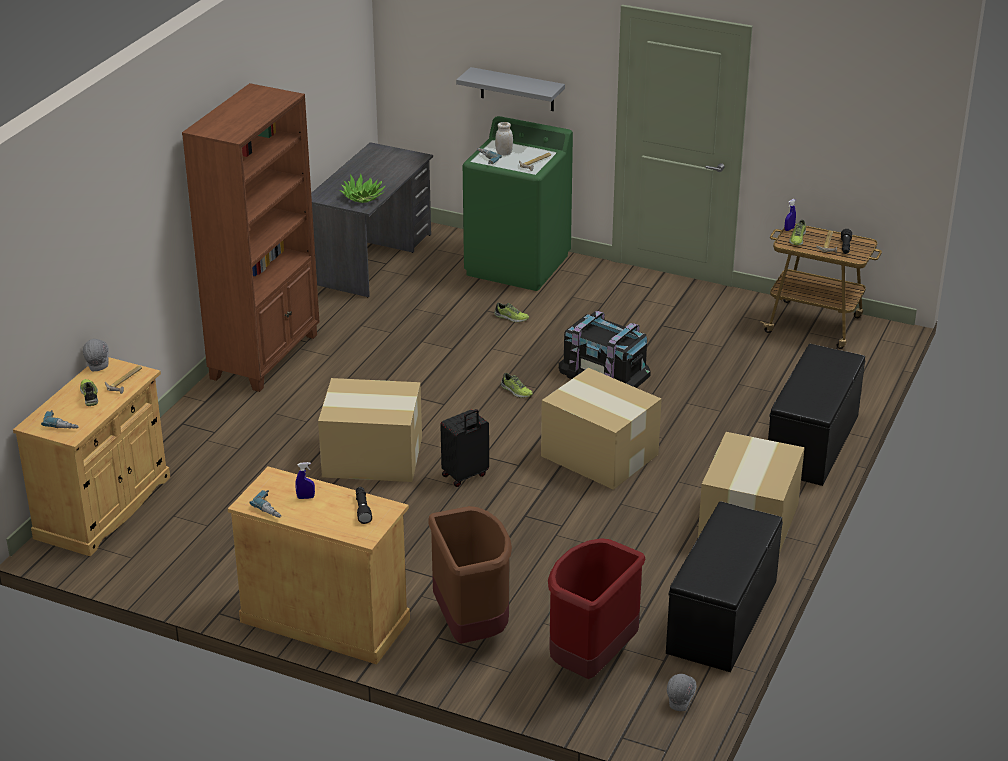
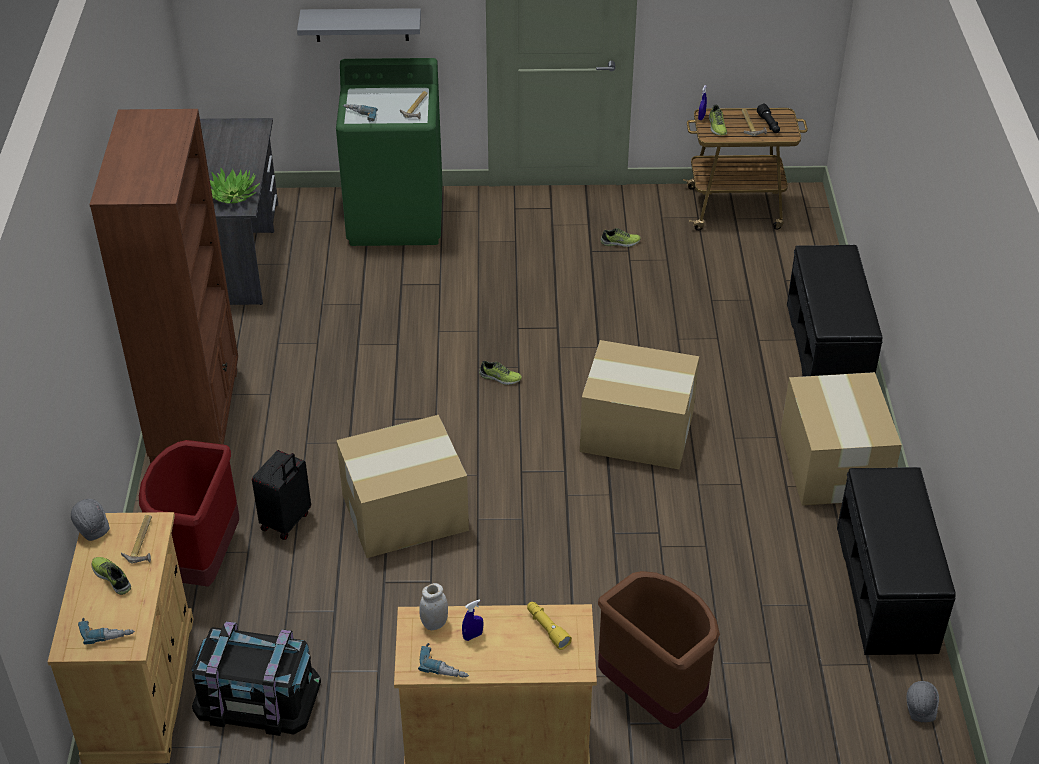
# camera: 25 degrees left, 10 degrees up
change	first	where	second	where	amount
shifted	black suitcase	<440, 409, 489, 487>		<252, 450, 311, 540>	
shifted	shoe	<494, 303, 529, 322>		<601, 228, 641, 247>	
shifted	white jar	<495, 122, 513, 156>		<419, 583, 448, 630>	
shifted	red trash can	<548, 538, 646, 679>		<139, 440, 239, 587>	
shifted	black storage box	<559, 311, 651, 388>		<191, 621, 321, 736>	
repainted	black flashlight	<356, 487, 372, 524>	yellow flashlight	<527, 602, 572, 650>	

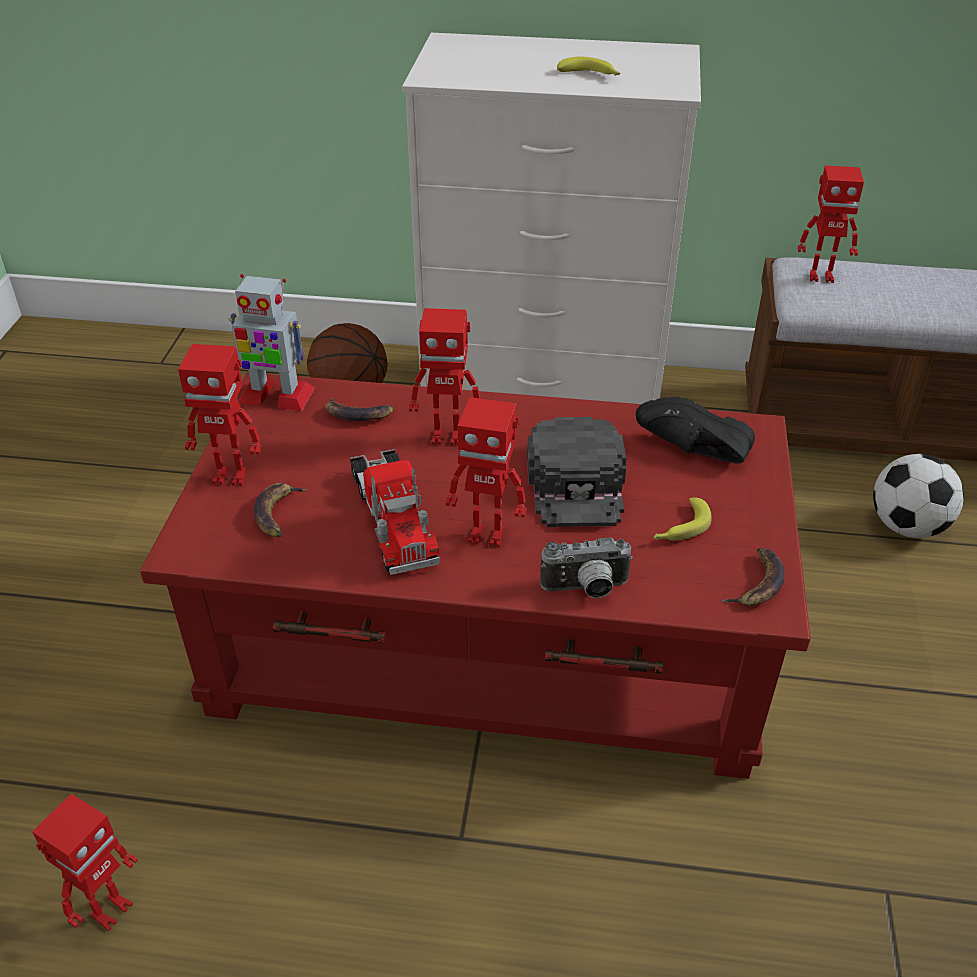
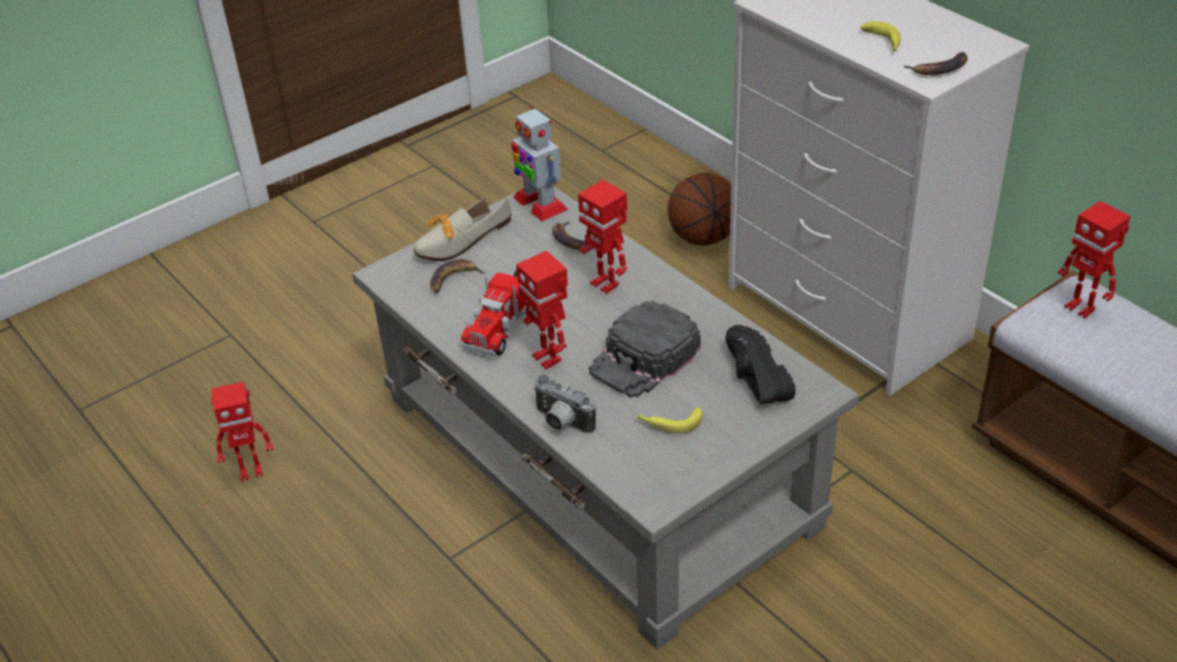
# camera: 45 degrees right, 0 degrees up
change	first	where	second	where	amount
gone	football	<873, 454, 964, 538>			
shifted	banana	<721, 548, 785, 606>		<903, 52, 968, 75>	
swapped	toy robot	<178, 344, 262, 486>	shoe	<413, 197, 512, 261>	
repainted	red coffee table	<140, 372, 811, 779>	grey coffee table	<352, 187, 859, 650>	

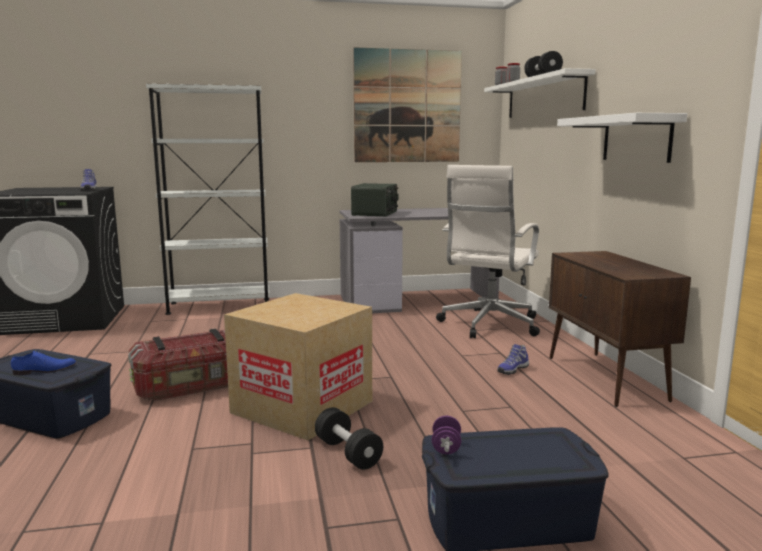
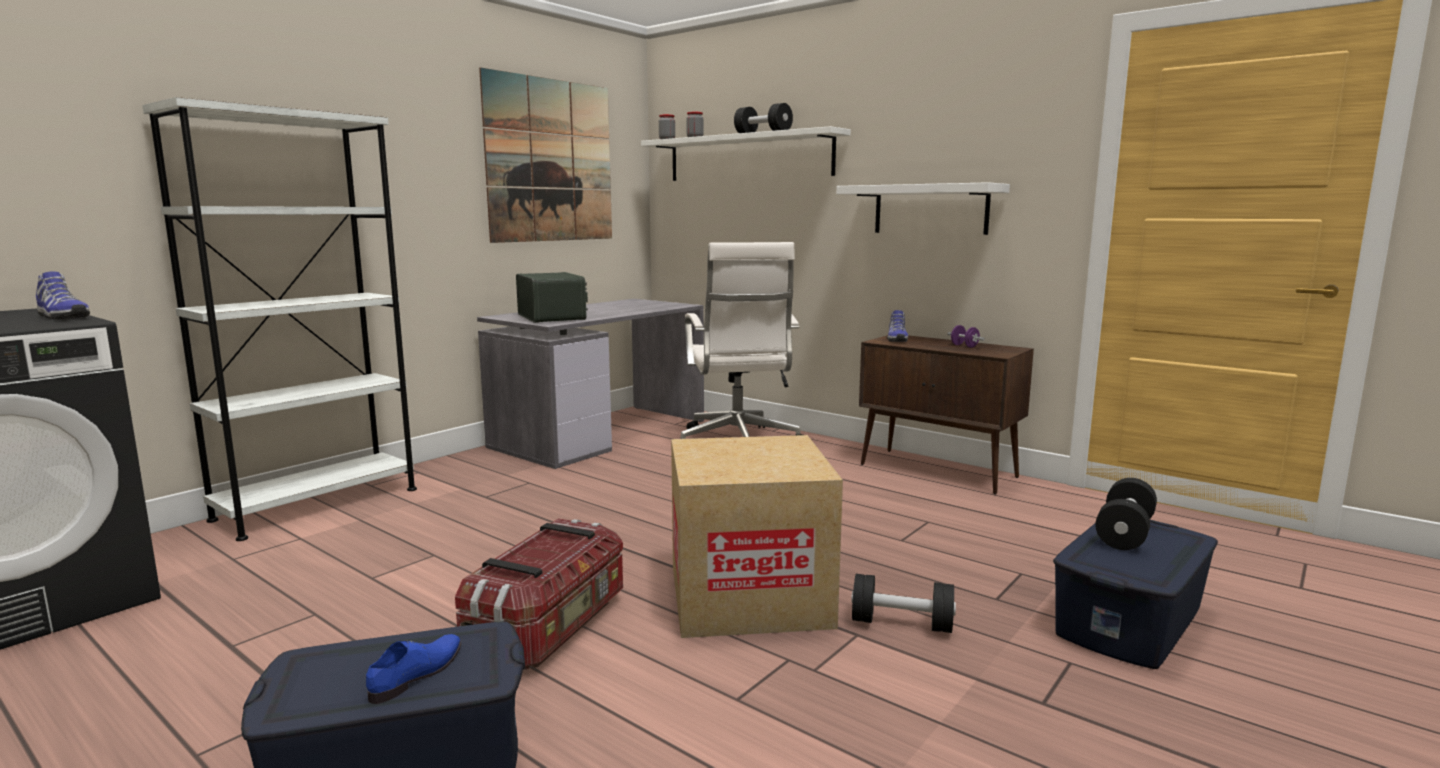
# camera: 40 degrees left, 0 degrees up
change	first	where	second	where	amount
new			black dumbbell	<1095, 478, 1157, 550>	
shifted	purple dumbbell	<432, 416, 461, 454>		<947, 325, 985, 348>	
shifted	shoe	<497, 344, 529, 375>		<887, 310, 908, 342>	

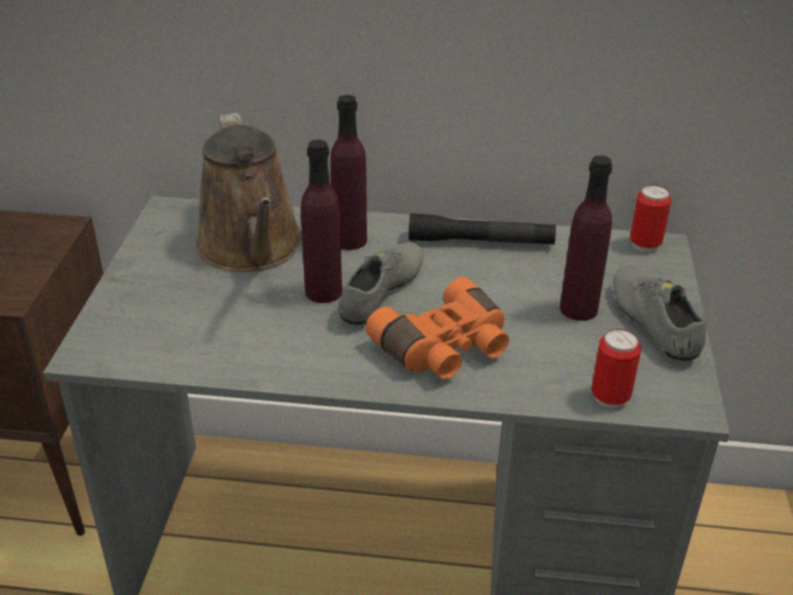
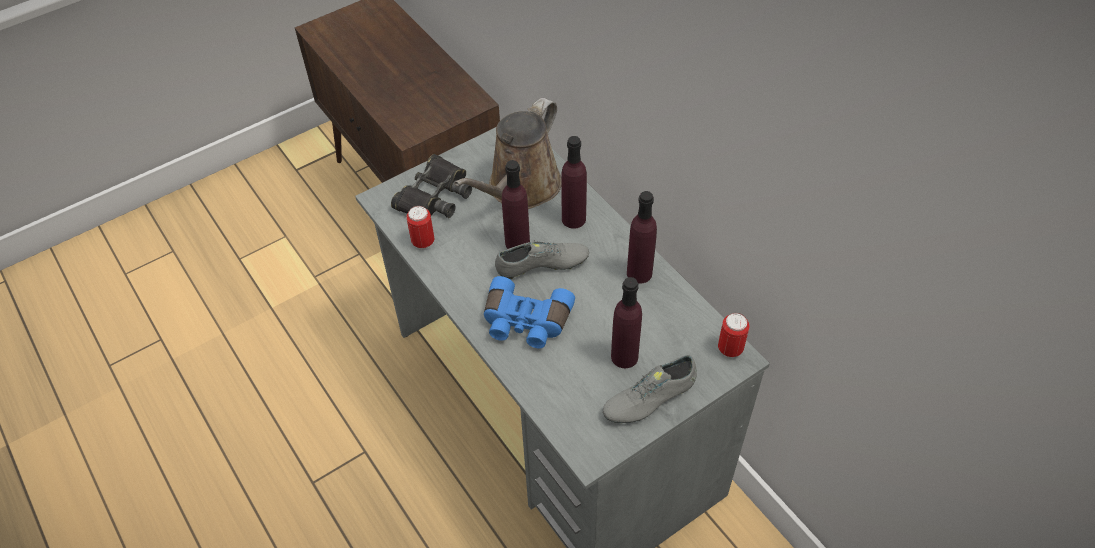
# camera: 50 degrees right, 15 degrees up
change	first	where	second	where	amount
new			black binoculars	<391, 154, 472, 218>	
shifted	can	<591, 329, 641, 408>		<406, 206, 435, 249>	
swapped	black flashlight	<409, 213, 556, 245>	purple bottle	<627, 191, 657, 284>	
repainted	orange binoculars	<365, 277, 509, 379>	blue binoculars	<484, 276, 575, 348>	
rotated	grey shoe	<613, 267, 707, 361>		<603, 355, 697, 423>	150 degrees counterclockwise

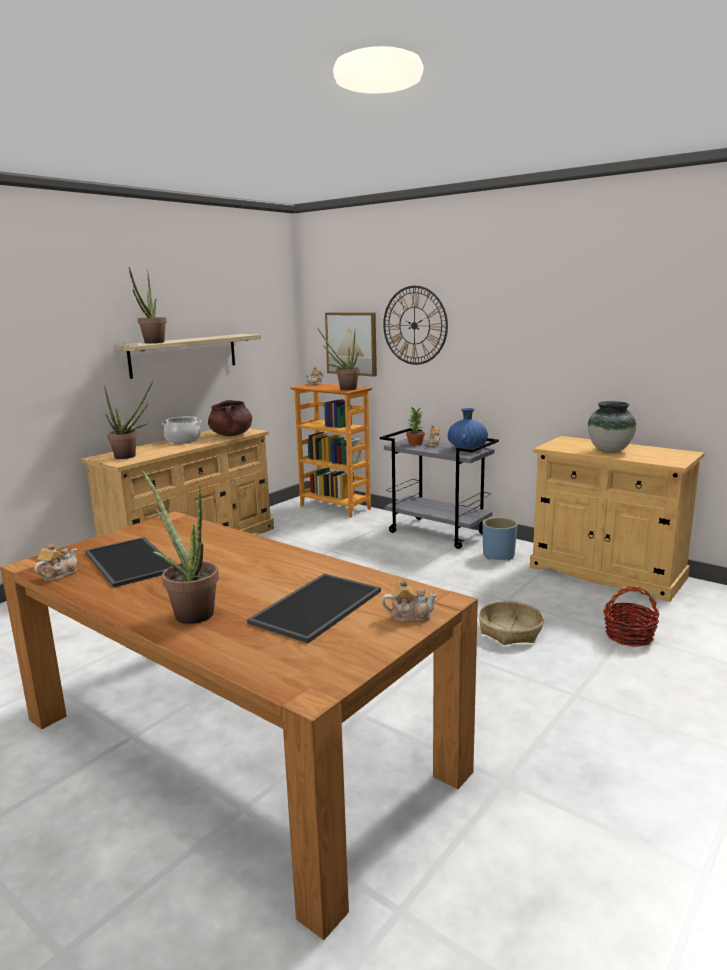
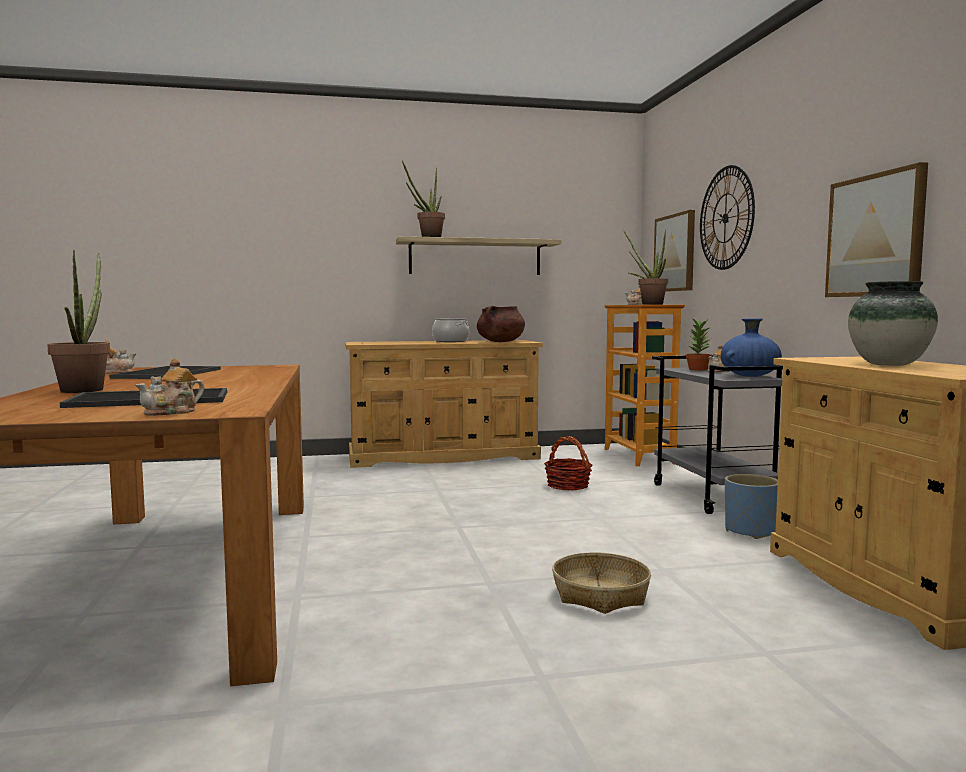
# camera: 40 degrees right, 10 degrees down
change	first	where	second	where	amount
gone	potted plant	<104, 381, 153, 459>			
new			picture	<825, 162, 928, 297>	
shifted	basket	<603, 586, 660, 647>		<544, 436, 593, 490>	
rotated	teapot	<382, 579, 438, 623>		<135, 359, 204, 416>	90 degrees clockwise

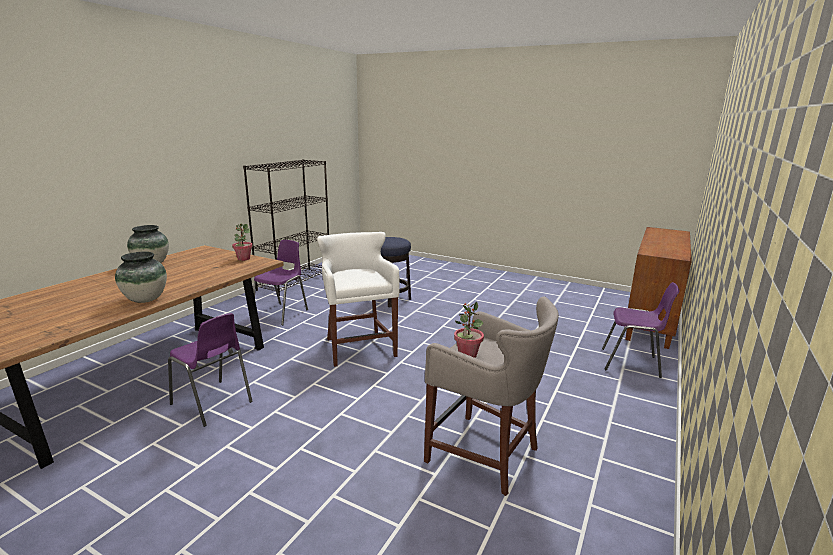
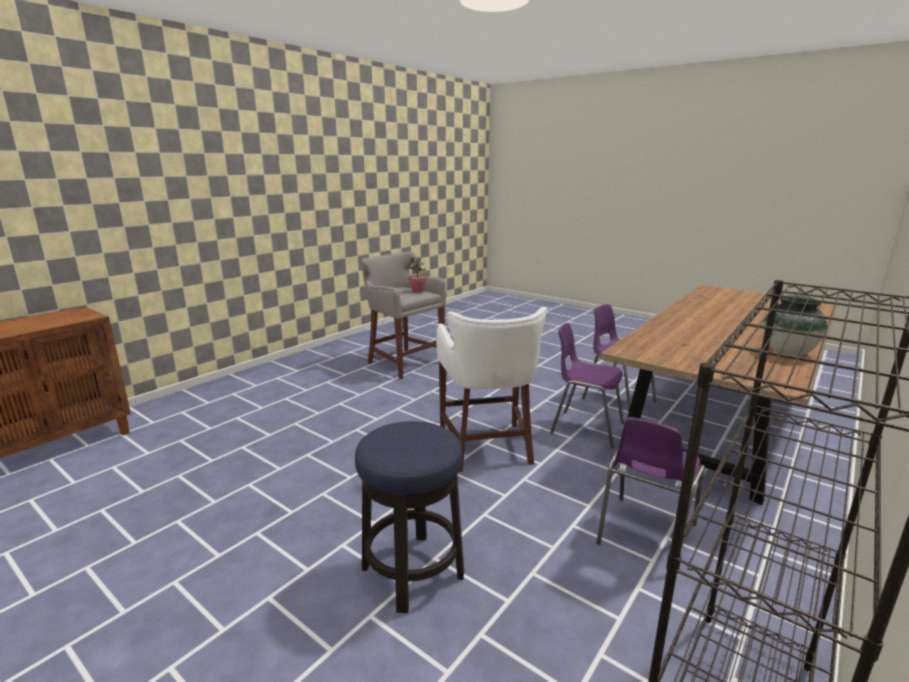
# camera: 170 degrees left, 0 degrees up
change	first	where	second	where	amount
gone	vase	<115, 252, 167, 303>			
gone	potted plant	<232, 223, 253, 261>			
shifted	purple chair	<602, 282, 680, 378>		<550, 323, 624, 448>	

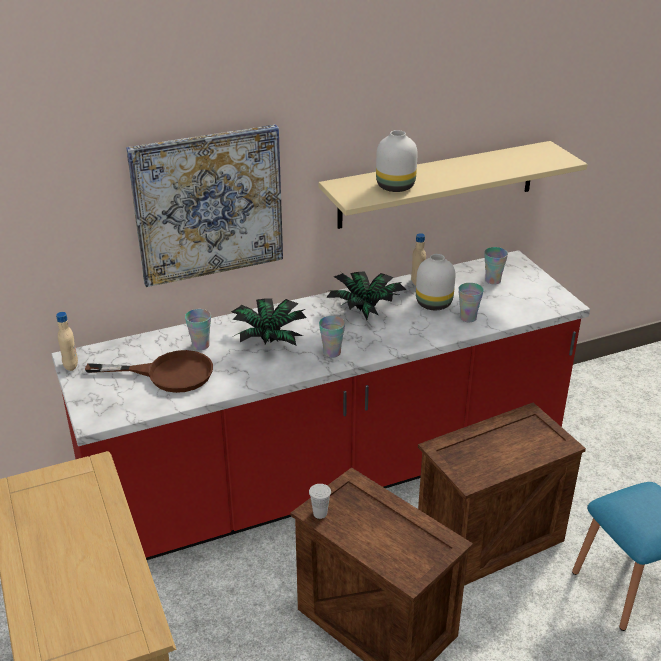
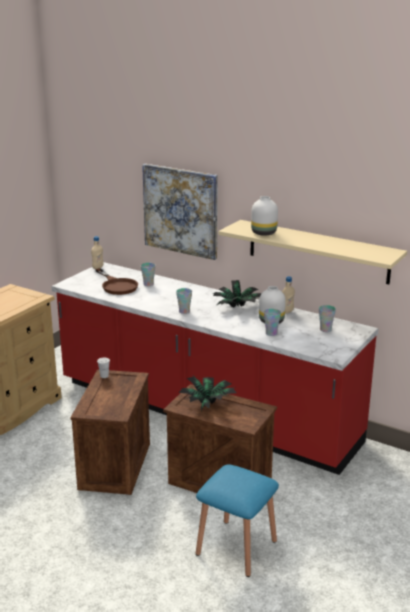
# camera: 55 degrees right, 10 degrees down
change	first	where	second	where	amount
shifted	potted plant	<231, 298, 307, 346>		<179, 376, 236, 411>	

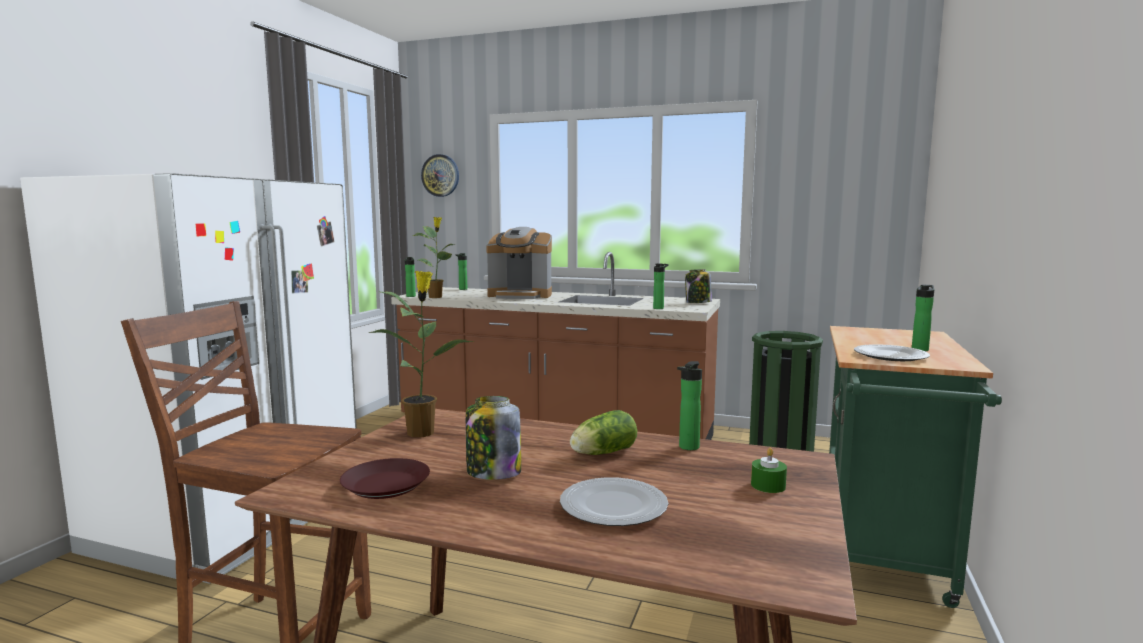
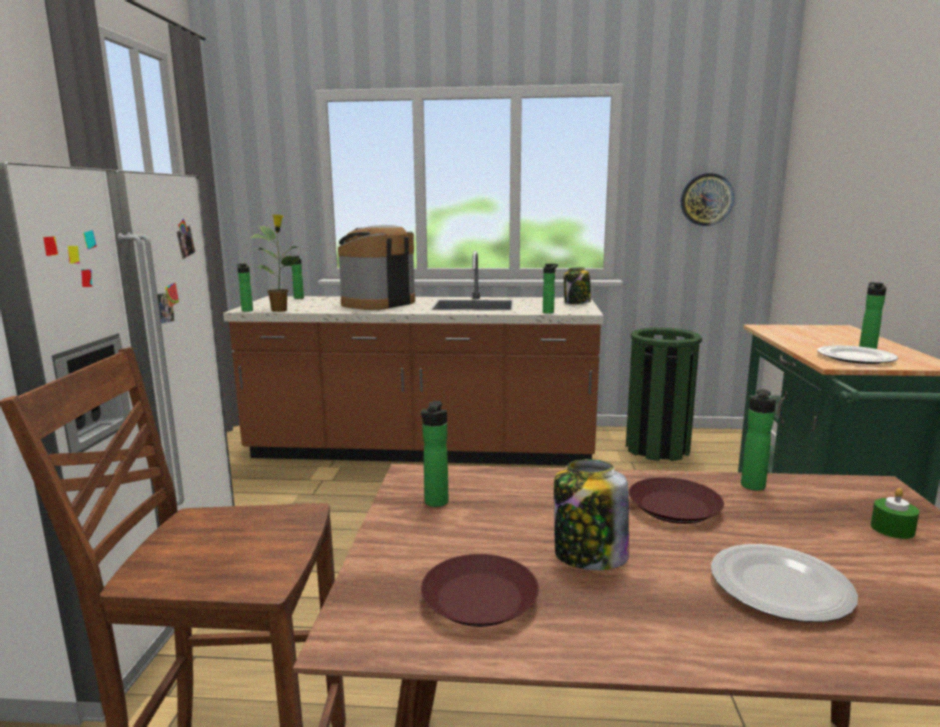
# camera: 15 degrees left, 5 degrees up
change	first	where	second	where	amount
shifted	wall clock	<421, 154, 459, 197>		<681, 173, 734, 226>	
swapped	potted plant	<368, 271, 475, 437>	bottle	<421, 401, 448, 507>	
swapped	lettuce	<570, 410, 637, 455>	brown plate	<629, 477, 724, 524>	
rotated	coffee machine	<486, 227, 552, 299>		<338, 225, 415, 310>	135 degrees clockwise

